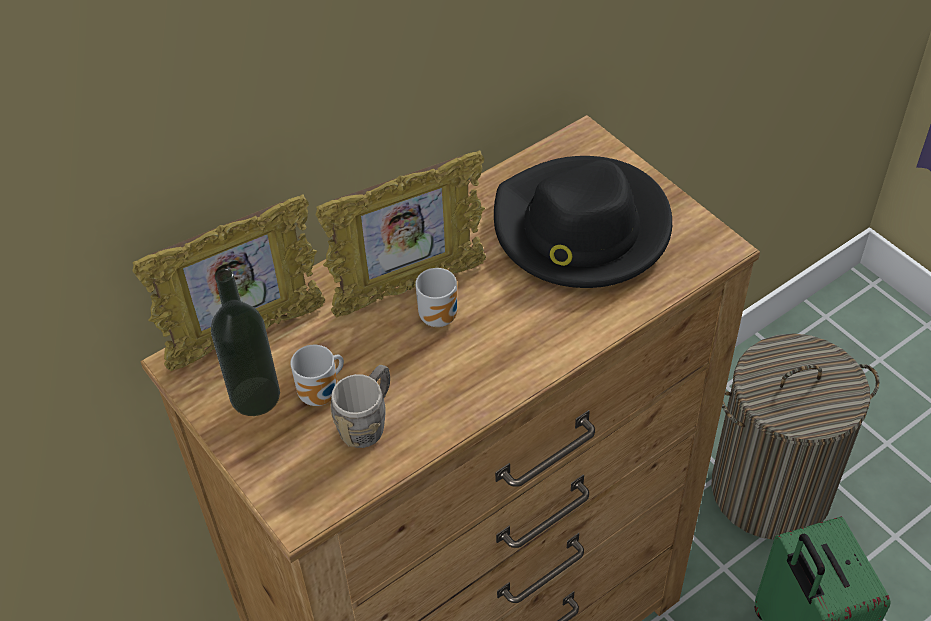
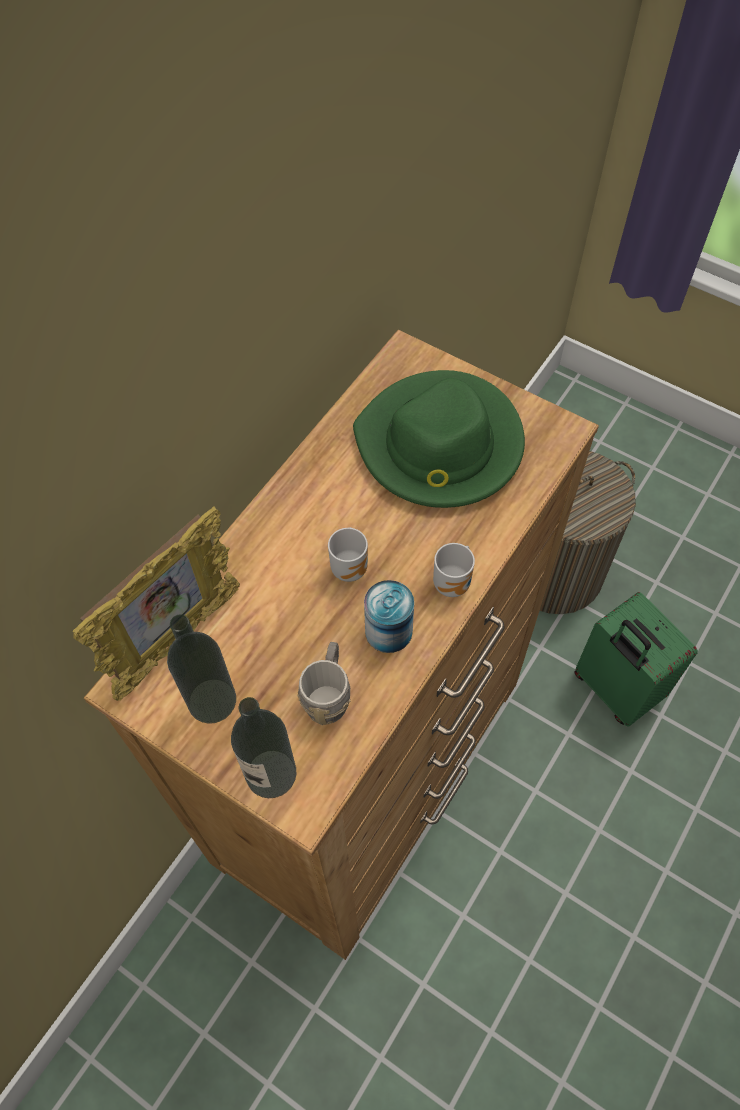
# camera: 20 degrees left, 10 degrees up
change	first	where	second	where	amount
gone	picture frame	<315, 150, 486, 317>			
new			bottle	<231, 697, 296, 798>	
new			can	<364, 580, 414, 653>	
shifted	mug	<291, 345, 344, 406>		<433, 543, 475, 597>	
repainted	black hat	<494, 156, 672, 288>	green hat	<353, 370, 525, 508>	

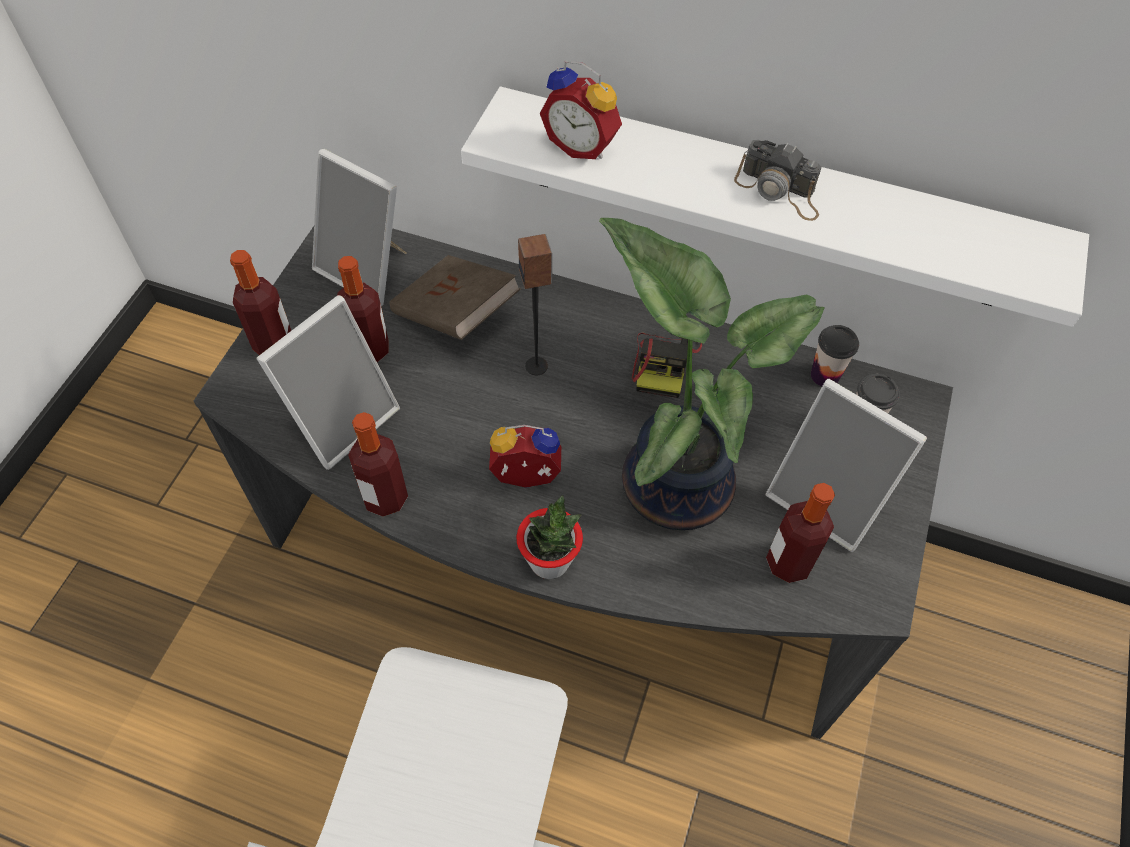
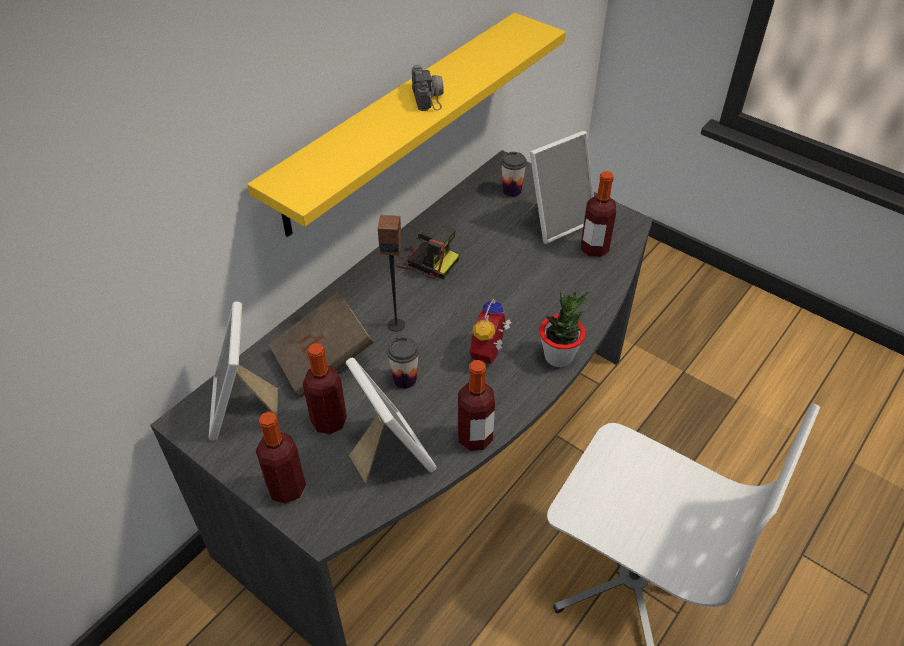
# camera: 70 degrees left, 10 degrees down
change	first	where	second	where	amount
gone	alarm clock	<540, 61, 622, 159>			
gone	potted plant	<599, 218, 825, 530>			
shifted	cup	<811, 325, 859, 386>		<387, 337, 419, 389>	
repainted	white shelf	<461, 87, 1089, 327>	yellow shelf	<247, 13, 566, 237>	
rotated	picture frame	<312, 149, 406, 306>		<209, 302, 278, 441>	120 degrees clockwise
rotated	photo camera	<734, 140, 822, 221>		<412, 65, 444, 111>	60 degrees counterclockwise

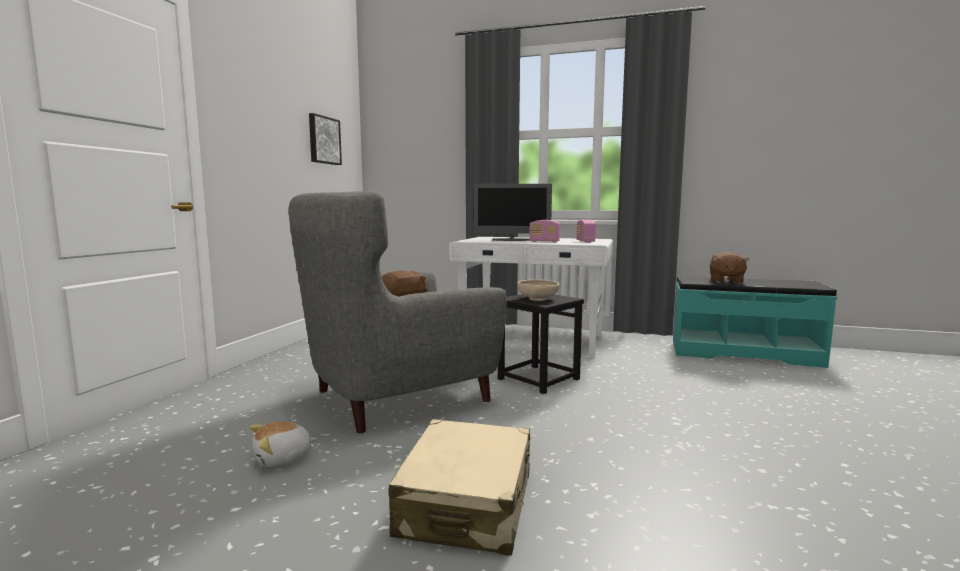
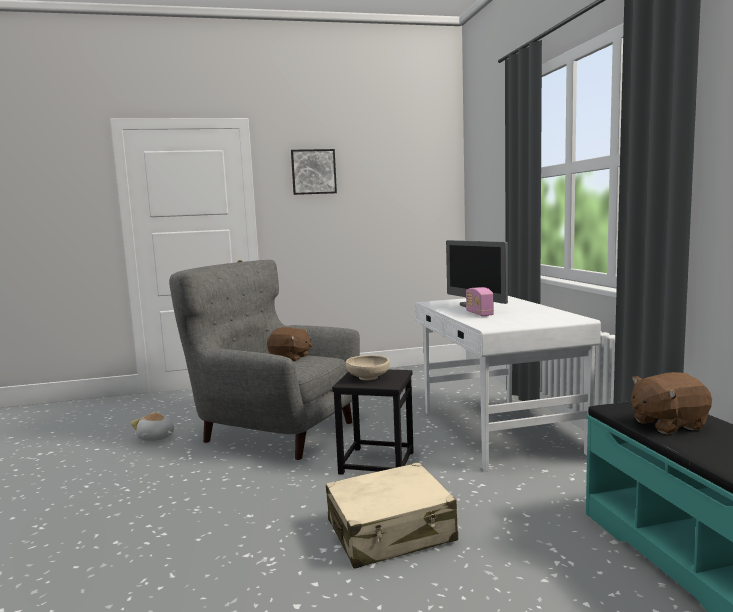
# camera: 60 degrees right, 0 degrees up
change	first	where	second	where	amount
gone	radio	<576, 220, 596, 243>			
shifted	picture	<309, 113, 342, 165>		<291, 149, 337, 195>	
shifted	beige suitcase	<389, 419, 530, 556>		<326, 462, 458, 569>	

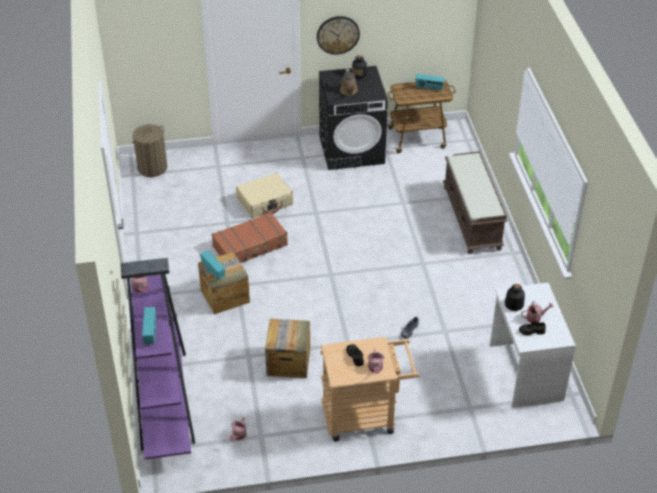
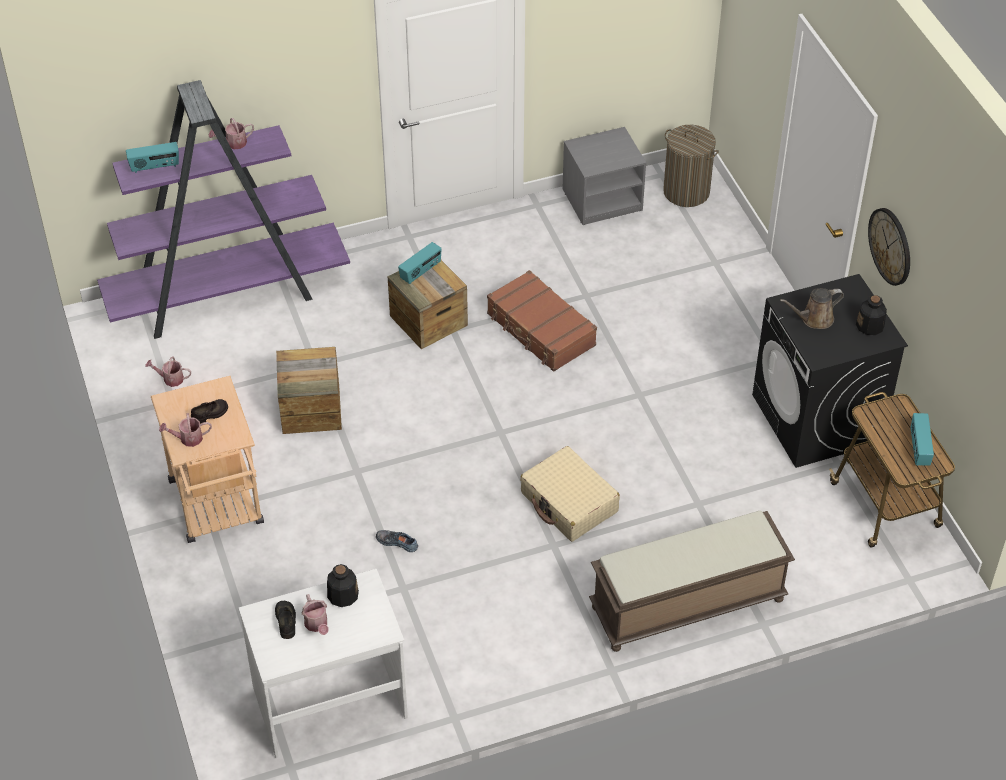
# camera: 80 degrees right, 5 degrees up
change	first	where	second	where	amount
new			grey nightstand	<562, 127, 646, 225>	
shifted	beige suitcase	<236, 173, 293, 218>		<520, 446, 620, 541>	

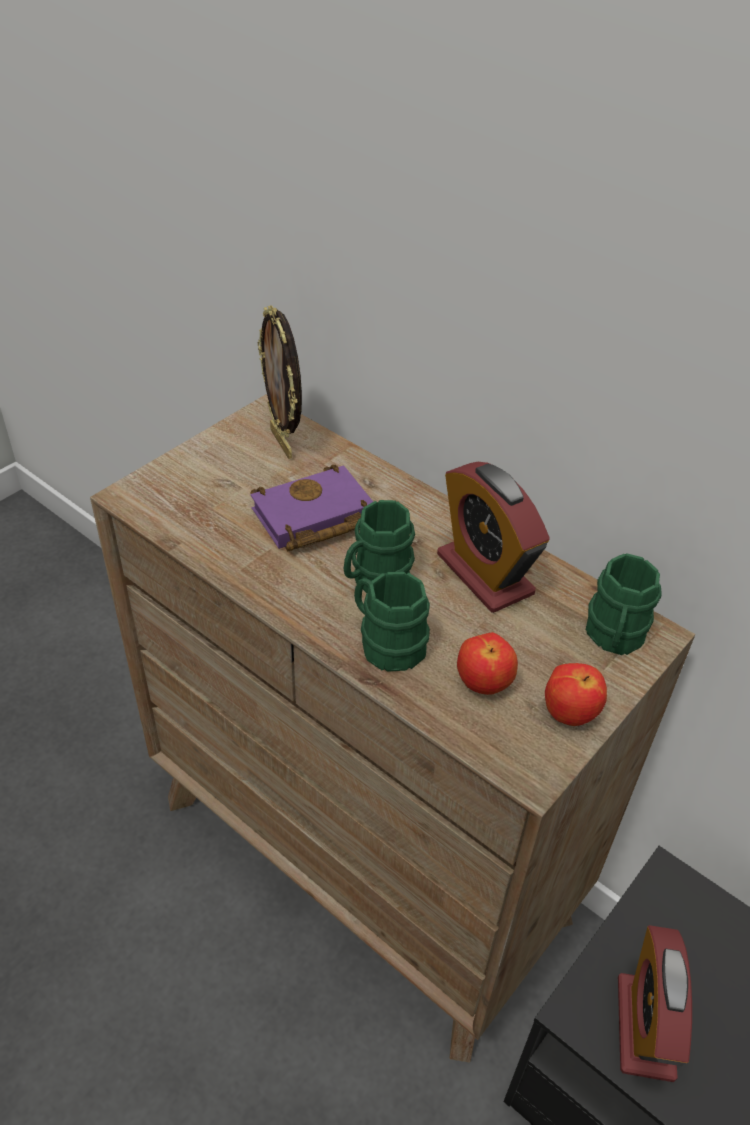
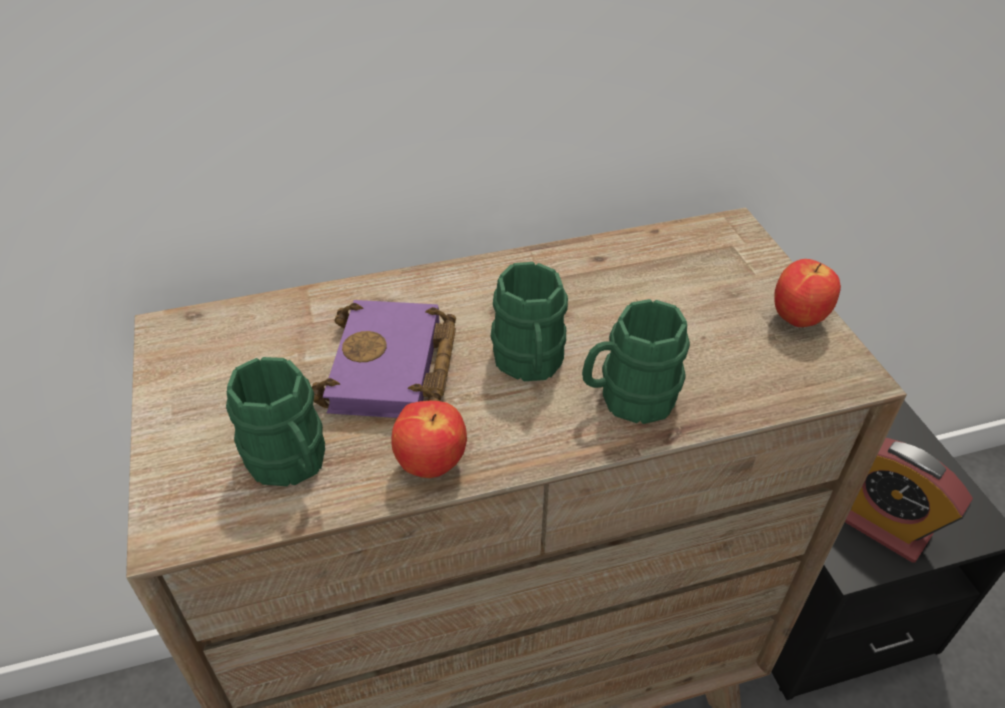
# camera: 55 degrees left, 0 degrees up
change	first	where	second	where	amount
gone	picture frame	<258, 305, 302, 459>			
gone	alarm clock	<437, 462, 550, 613>			
shifted	apple	<457, 632, 518, 695>		<391, 401, 467, 478>	
shifted	green mug	<586, 554, 662, 655>		<226, 357, 325, 486>	

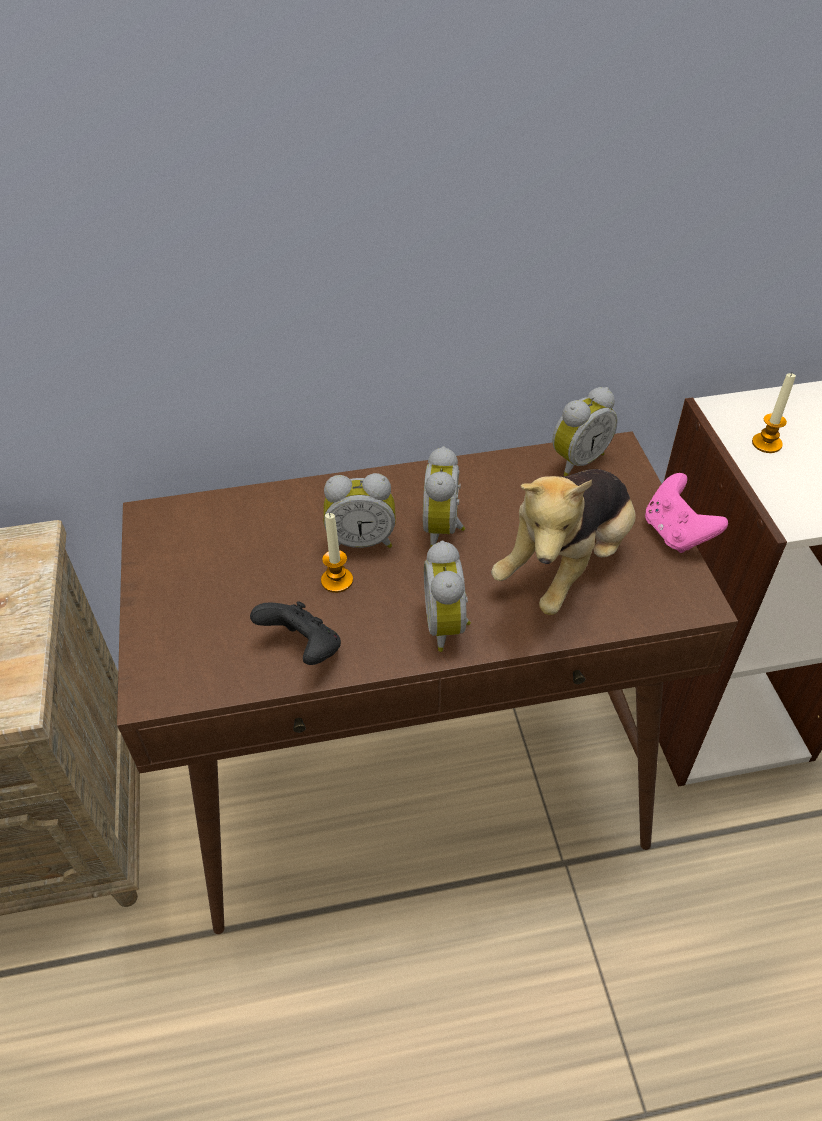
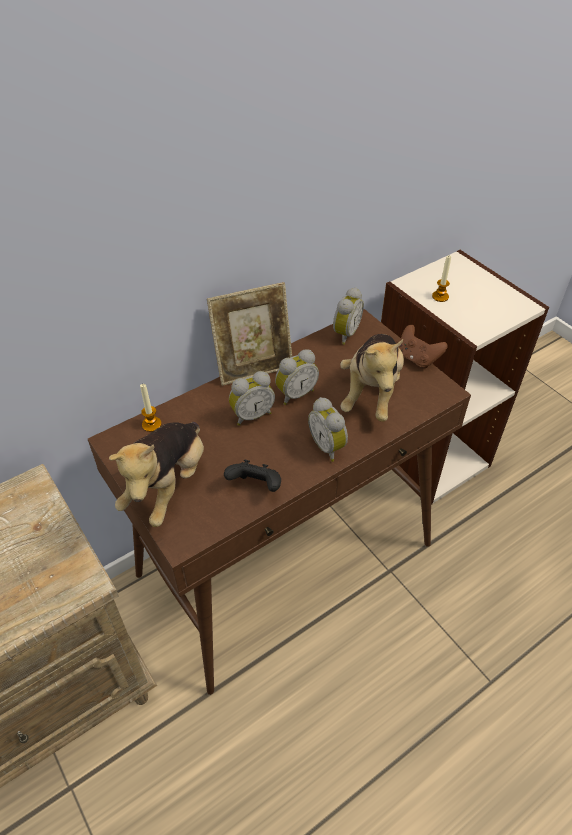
# camera: 25 degrees left, 0 degrees up
change	first	where	second	where	amount
new			plush toy	<109, 422, 204, 527>	
new			picture frame	<207, 282, 292, 386>	
shifted	candle	<321, 513, 353, 593>		<140, 384, 162, 432>	
repainted	pink game controller	<645, 473, 728, 553>	brown game controller	<399, 325, 448, 368>	
rotated	alarm clock	<423, 446, 465, 548>		<275, 349, 319, 405>	105 degrees counterclockwise

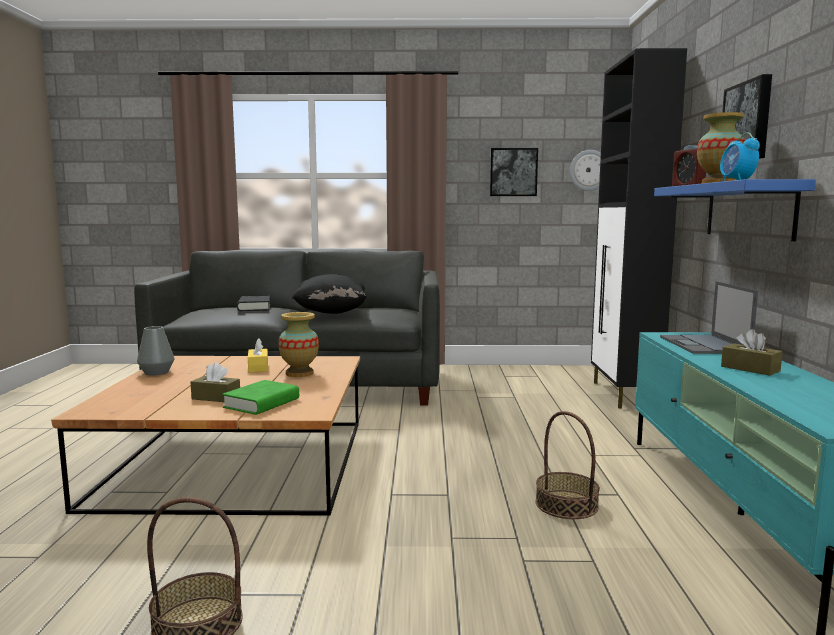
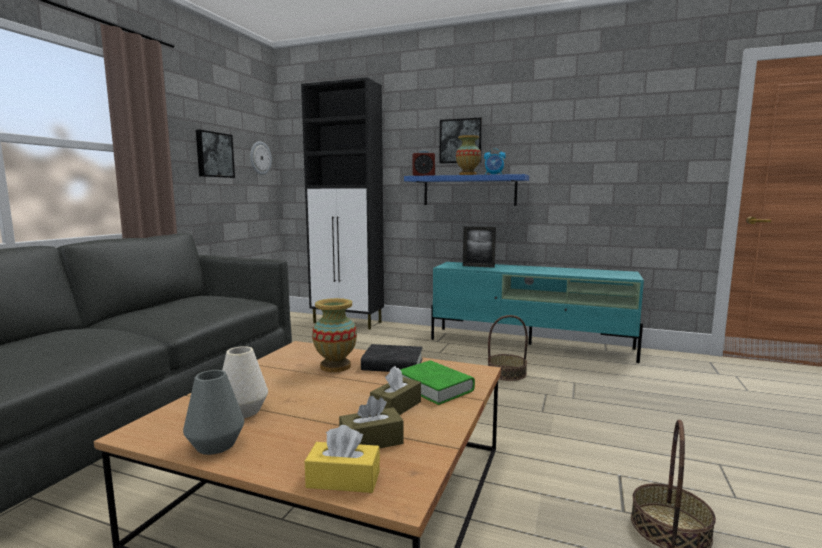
# camera: 70 degrees left, 0 degrees up
change	first	where	second	where	amount
gone	black pillow	<292, 274, 367, 314>			
new			white vase	<222, 346, 268, 418>	
shifted	black book	<237, 296, 270, 311>		<361, 344, 423, 372>	
shifted	yellow tissue box	<248, 338, 268, 373>		<305, 425, 380, 493>	
shifted	brown tissue box	<721, 329, 783, 376>		<339, 396, 404, 449>	
swapped	laptop	<660, 281, 758, 354>	picture frame	<463, 226, 496, 268>	

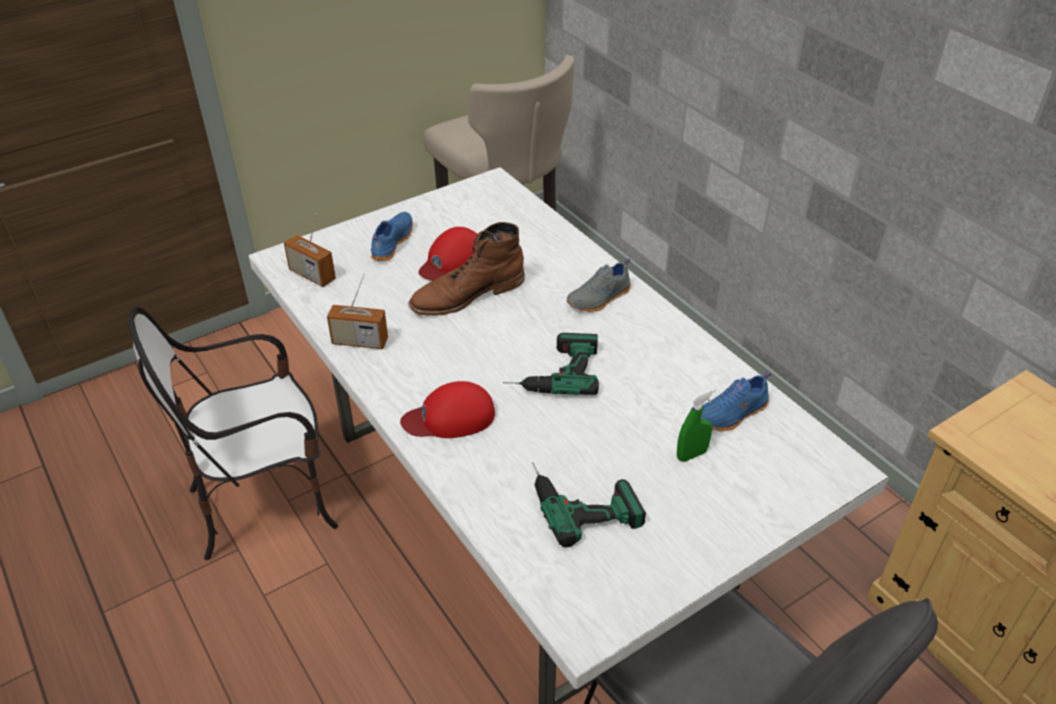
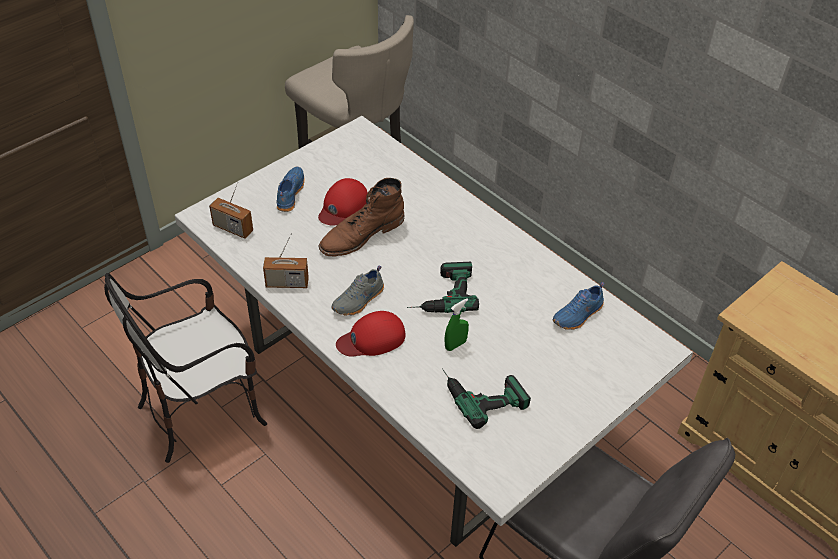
# camera: 10 degrees left, 5 degrees up
change	first	where	second	where	amount
shifted	grey shoe	<567, 258, 631, 312>		<332, 265, 384, 316>	
shifted	green spray bottle	<677, 388, 715, 462>		<445, 298, 469, 351>	

